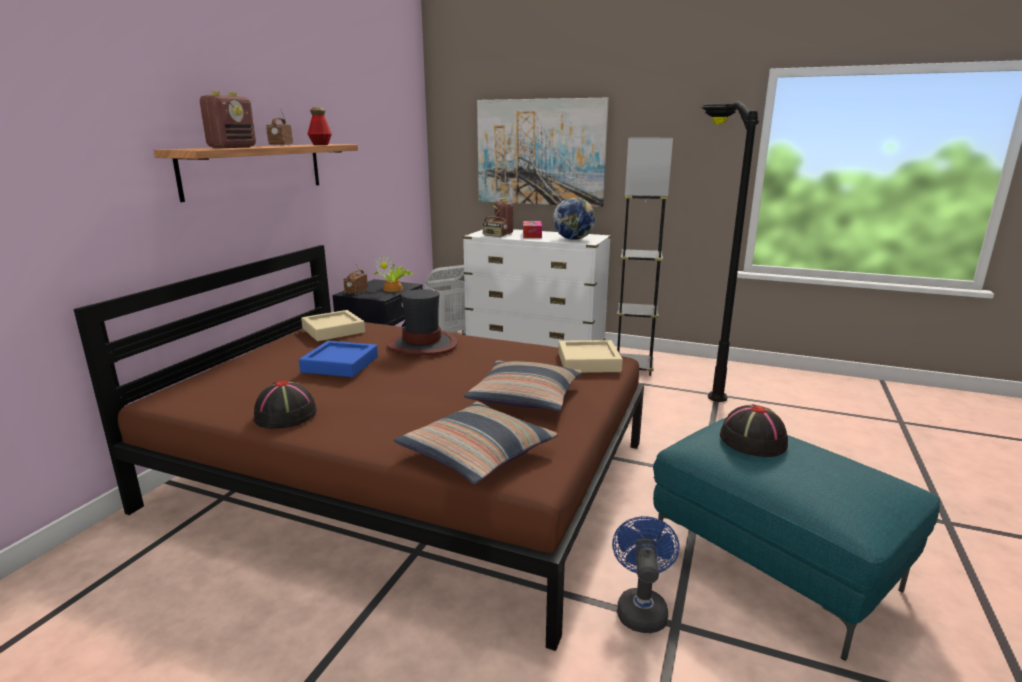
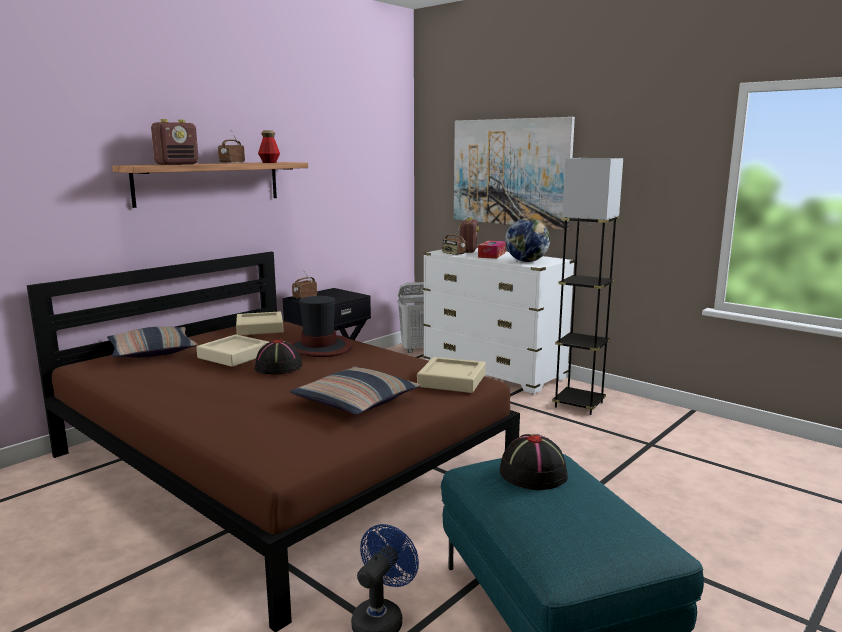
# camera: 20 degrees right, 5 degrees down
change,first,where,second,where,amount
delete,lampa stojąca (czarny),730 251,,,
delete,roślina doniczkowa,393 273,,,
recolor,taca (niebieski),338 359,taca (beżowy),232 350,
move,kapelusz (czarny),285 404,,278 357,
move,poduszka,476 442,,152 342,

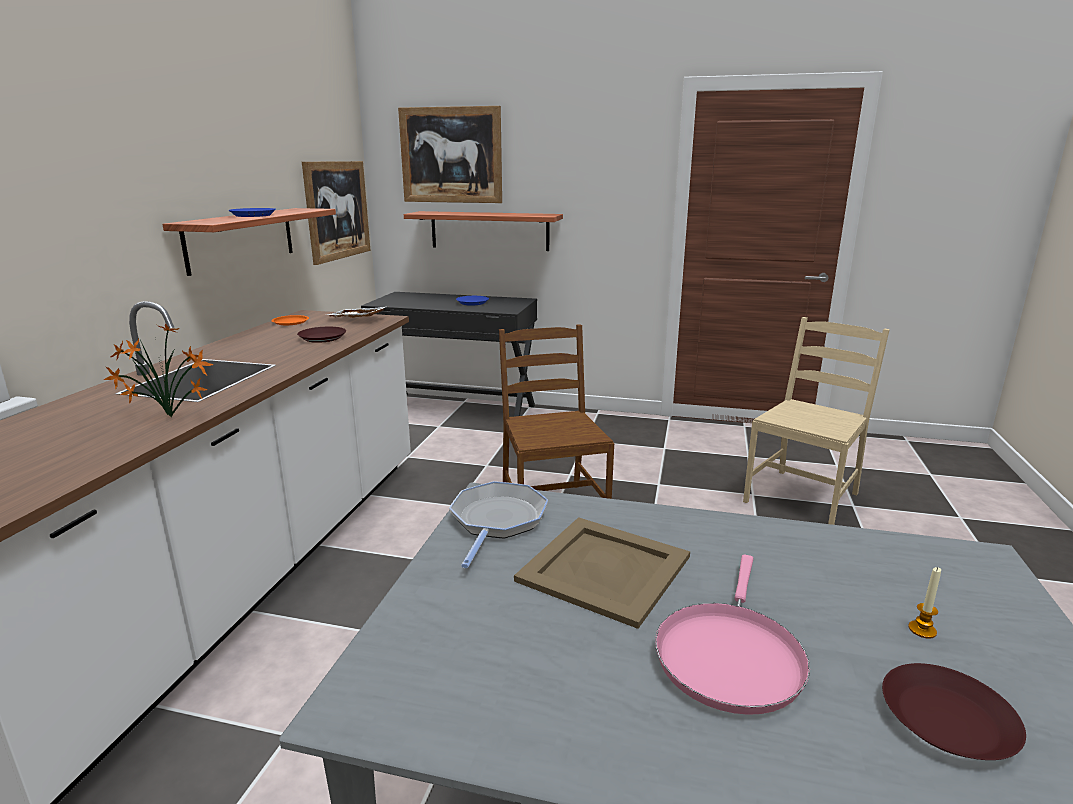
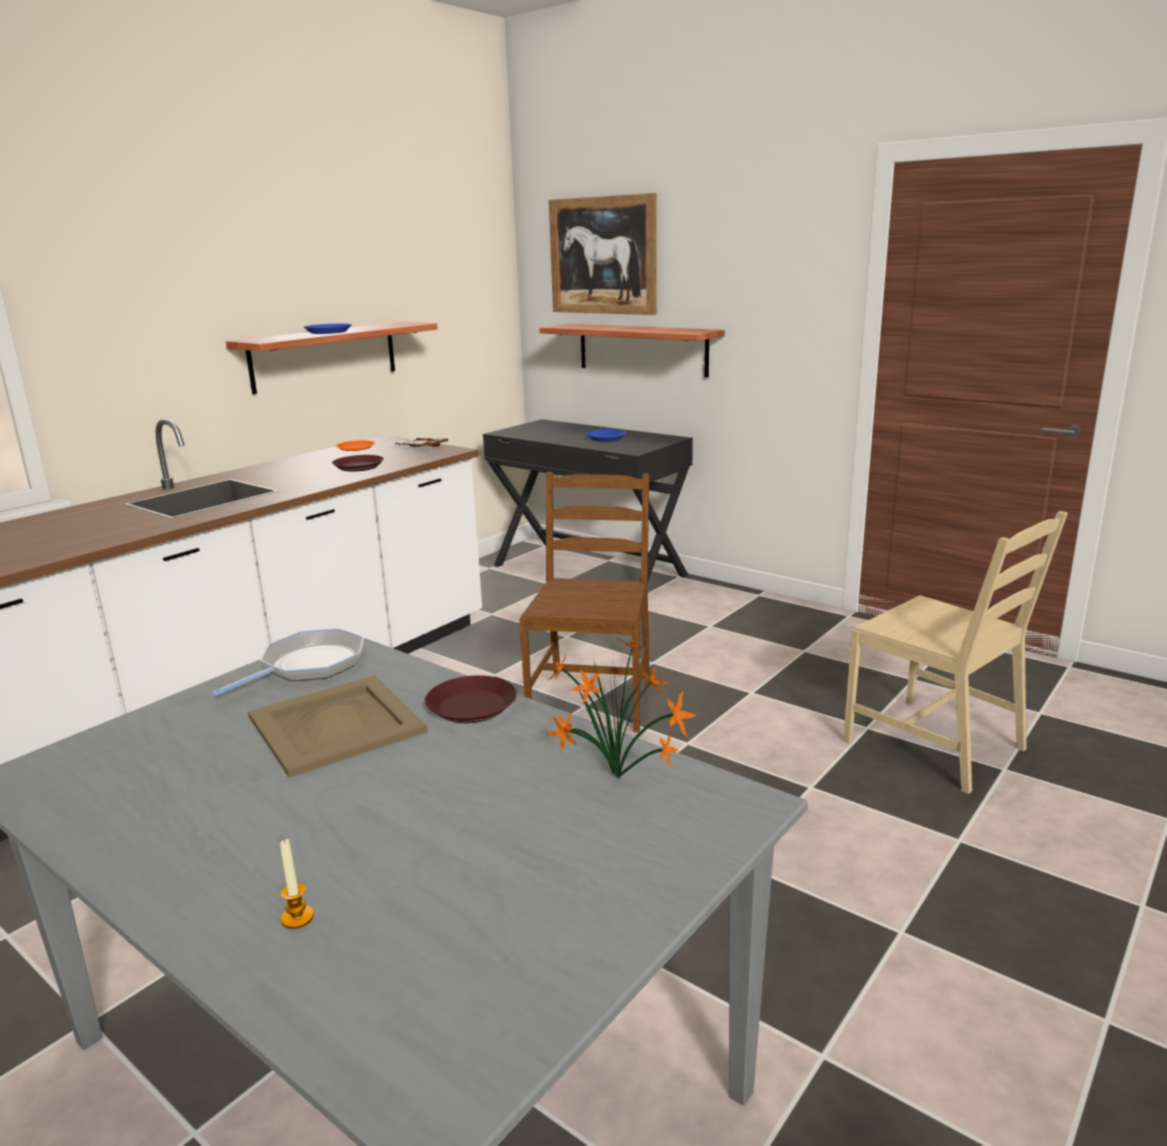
# camera: 25 degrees right, 0 degrees up
change,first,where,second,where,amount
delete,obraz,336 213,,,
rotate,krzesło (beżowy),816 421,,955 652,75 degrees clockwise
move,roślina doniczkowa,159 370,,621 709,
delete,patelnia (różowy),732 635,,,
move,świeca,924 603,,297 884,
move,talerz (brązowy),954 711,,471 699,

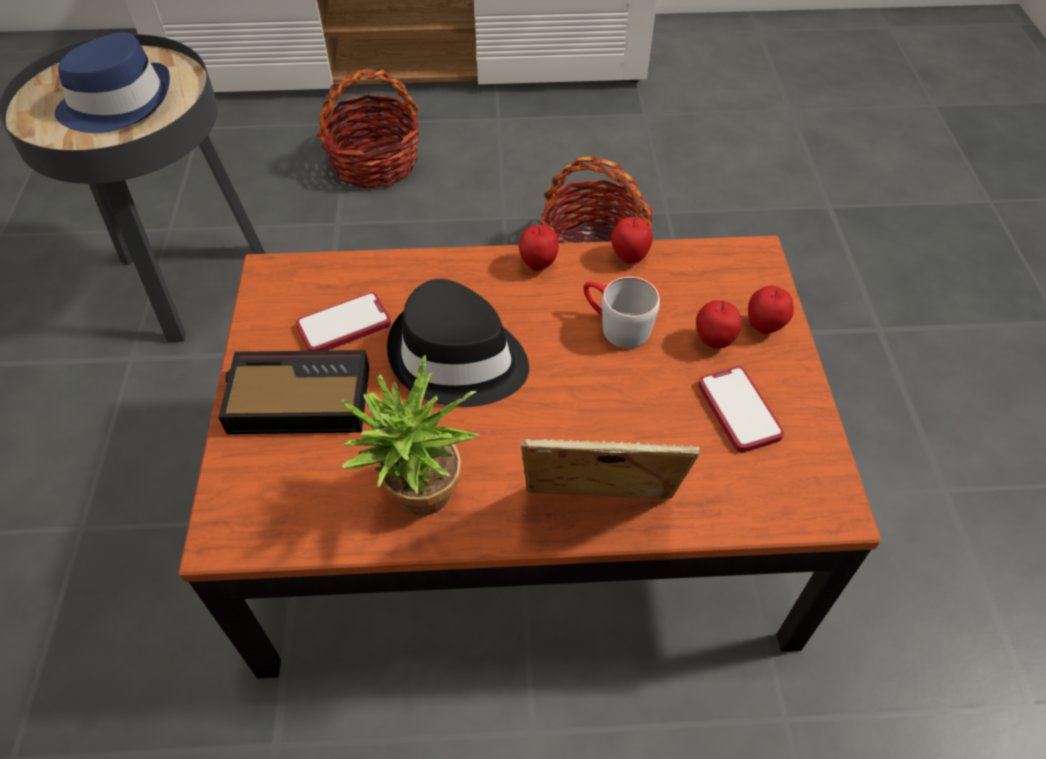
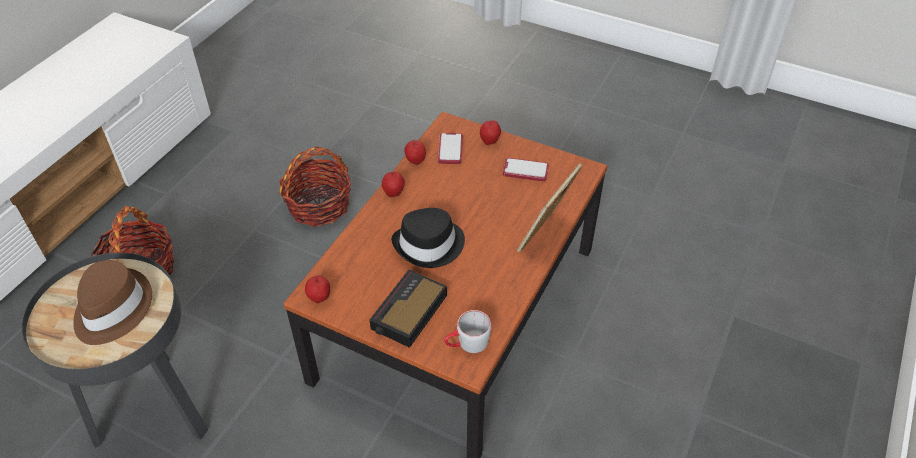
# camera: 60 degrees left, 5 degrees down
change,first,where,second,where,amount
recolor,kapelusz (niebieski),112 82,kapelusz (brązowy),112 302,
move,kubek (szary),621 313,,468 331,
move,telefon,343 321,,450 148,
move,jabłko,719 324,,317 289,
delete,roślina doniczkowa,410 435,,,

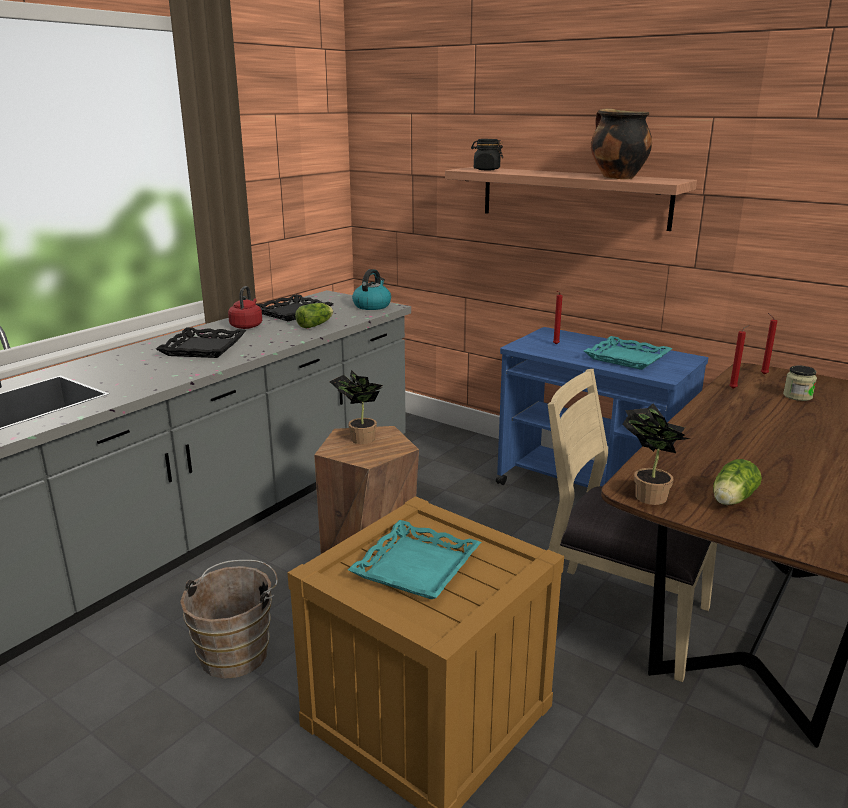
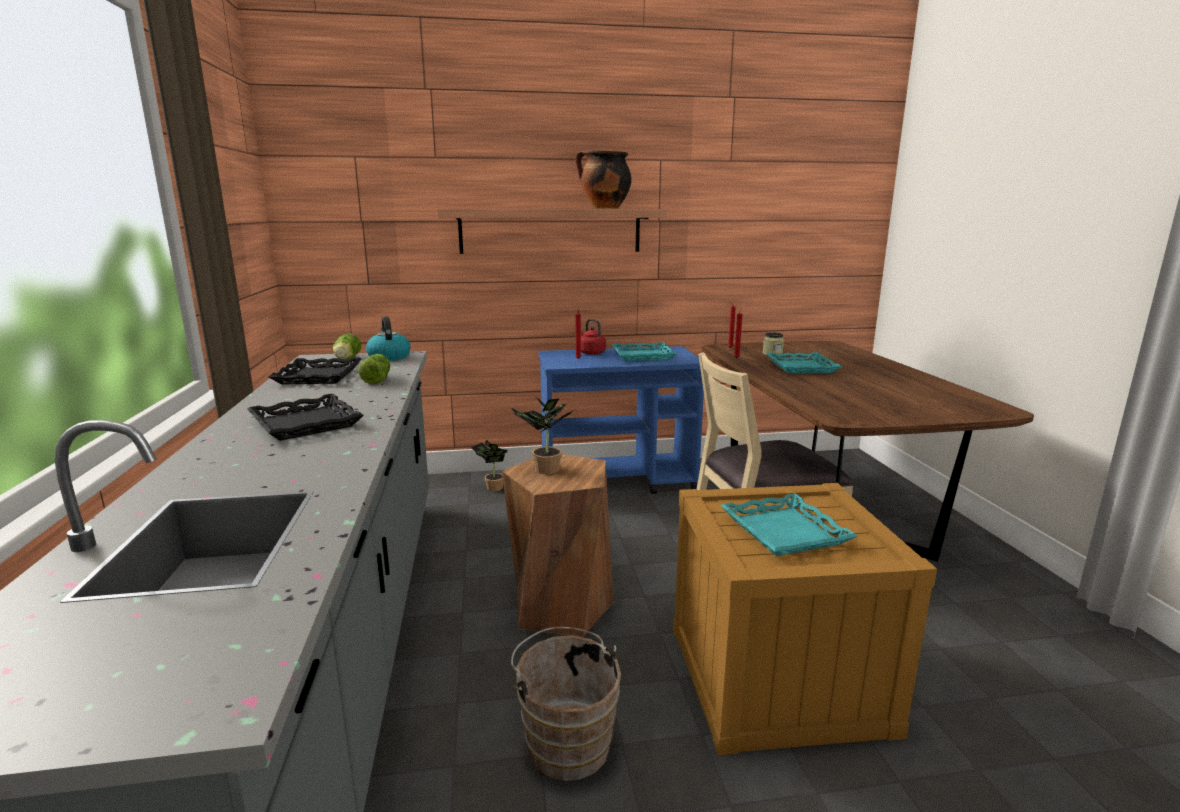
# camera: 45 degrees left, 5 degrees down
change,first,where,second,where,amount
delete,słoik (czarny),487 154,,,
move,czajnik (czerwony),245 307,,593 337,
move,roślina doniczkowa,656 454,,489 466,
move,sałata,737 482,,347 347,
insert,,,taca (turkusowy),804 363,

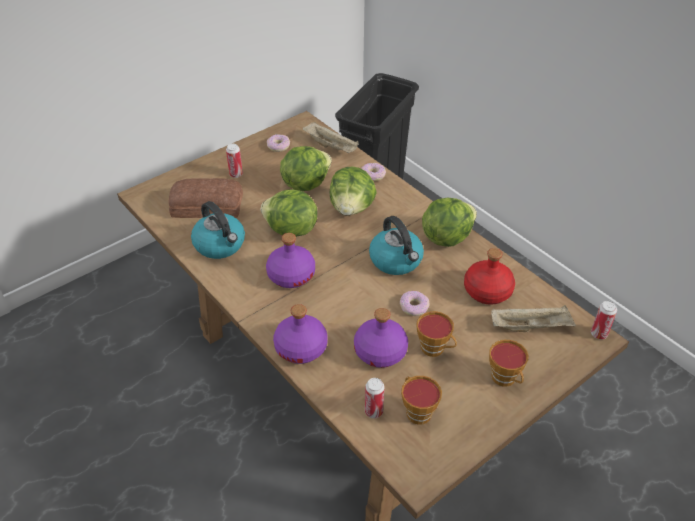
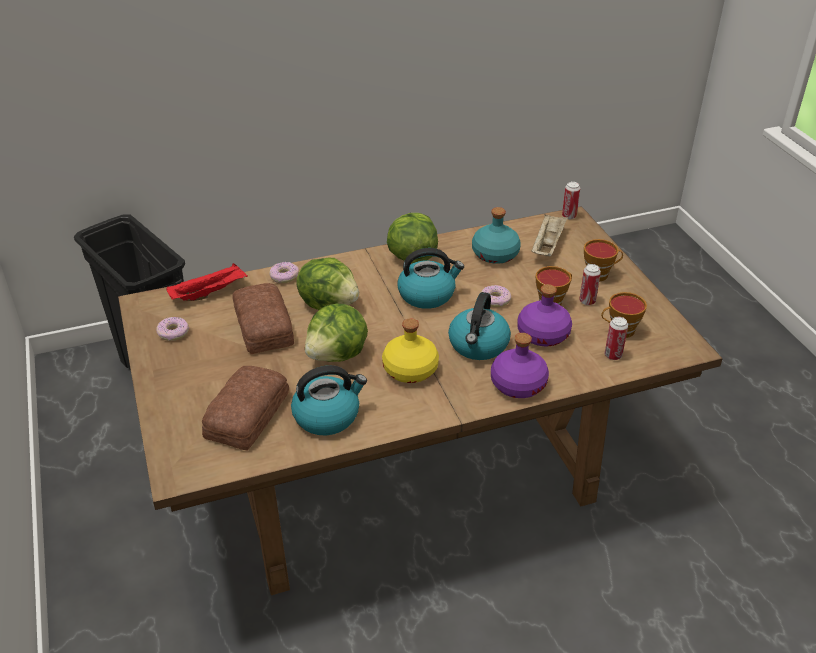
# camera: 70 degrees left, 5 degrees down
change,first,where,second,where,amount
recolor,taca (beżowy),330 137,taca (czerwony),207 282,
move,puszka,234 161,,590 284,
replace,sałata,306 168,chleb,263 318,
recolor,butelka (fioletowy),290 260,butelka (żółty),410 350,
recolor,butelka (czerwony),489 276,butelka (turkusowy),496 235,
insert,,,czajnik,479 326,

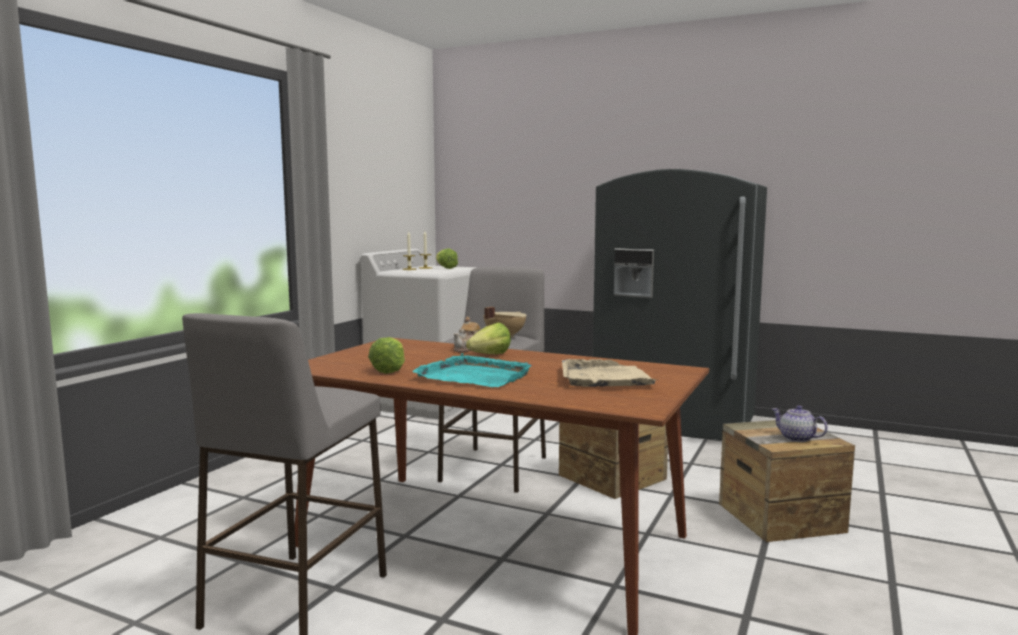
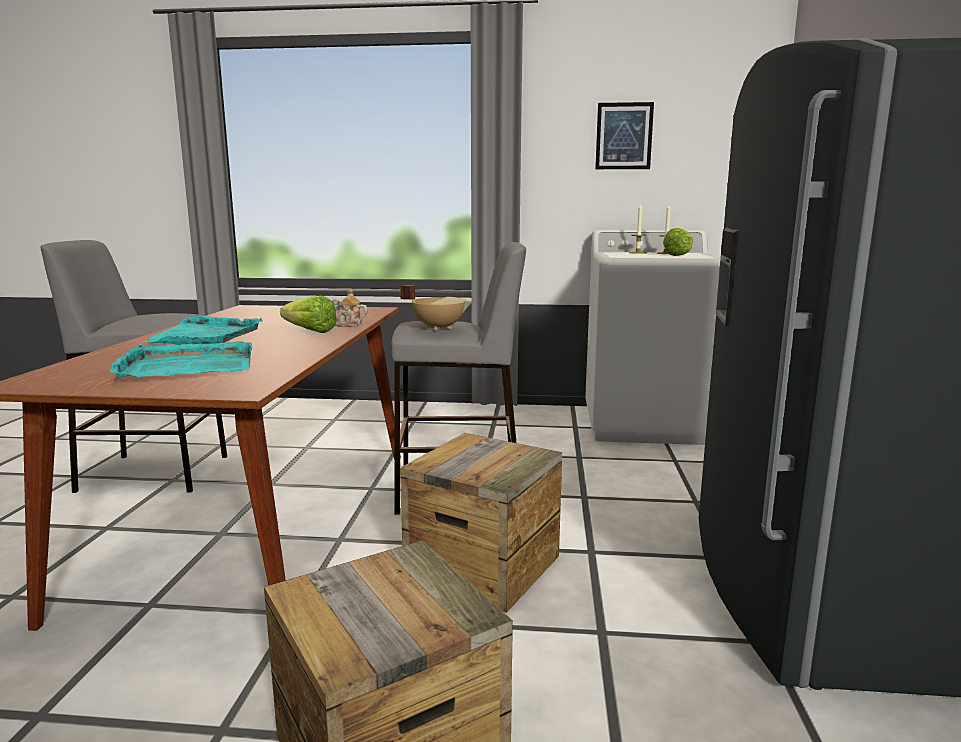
# camera: 70 degrees right, 5 degrees up
change,first,where,second,where,amount
delete,sałata,386 355,,,
recolor,taca (beżowy),609 373,taca (turkusowy),181 359,
delete,imbryk,800 423,,,
insert,,,obraz,624 135,

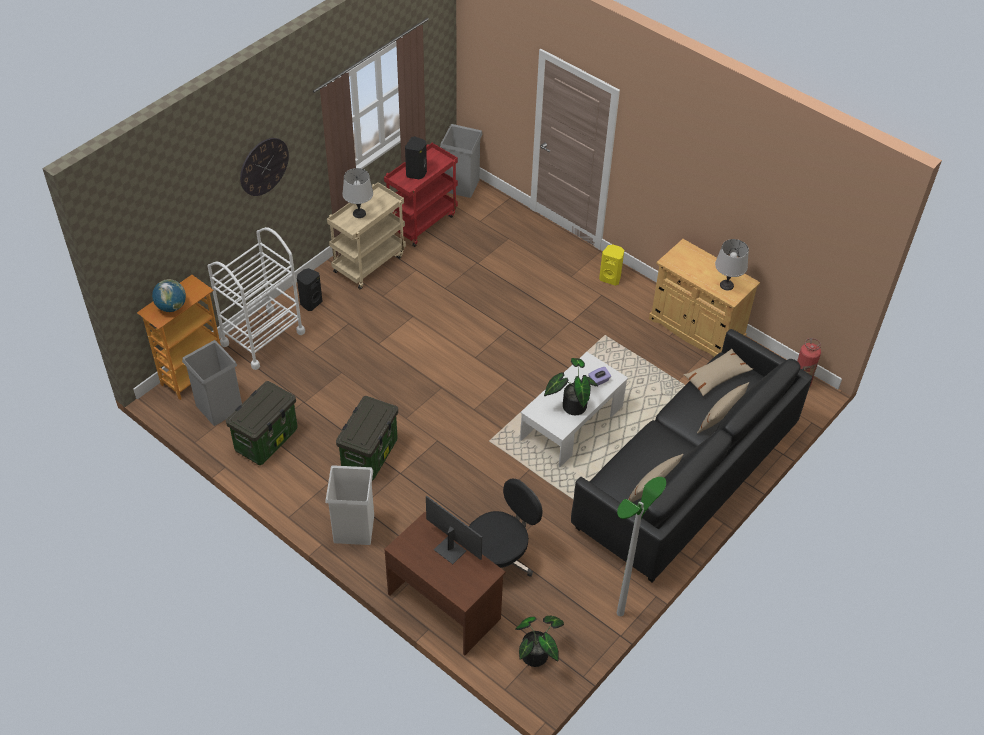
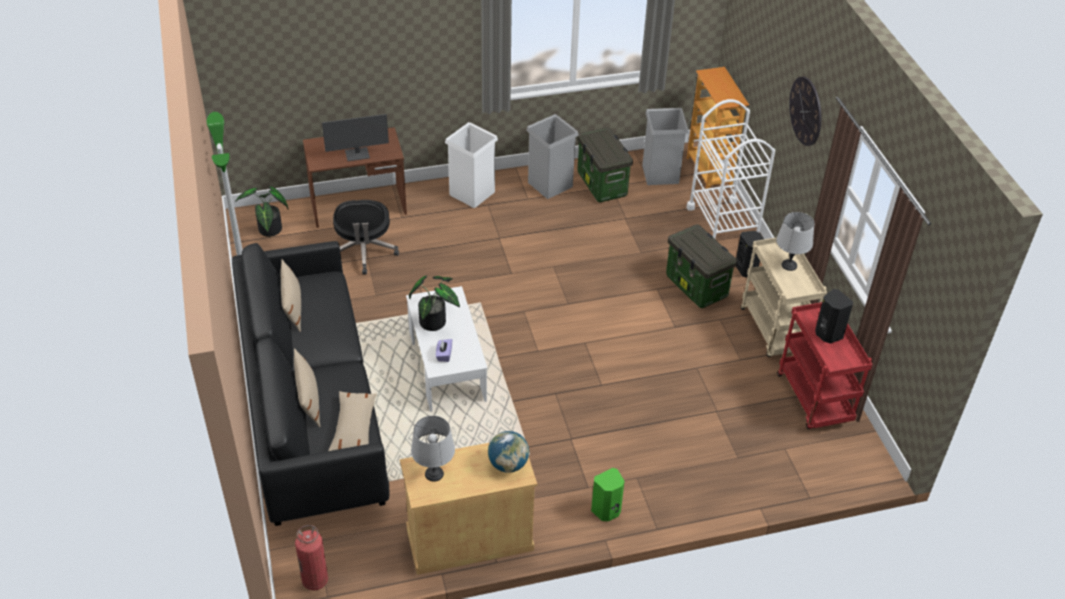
# camera: 125 degrees right, 5 degrees down
change,first,where,second,where,amount
move,kosz na śmieci (szary),461 161,,552 156,
recolor,głośnik (żółty),611 265,głośnik (zielony),607 494,
move,globus,169 295,,508 452,
move,pojemnik do przechowywania,367 438,,701 266,

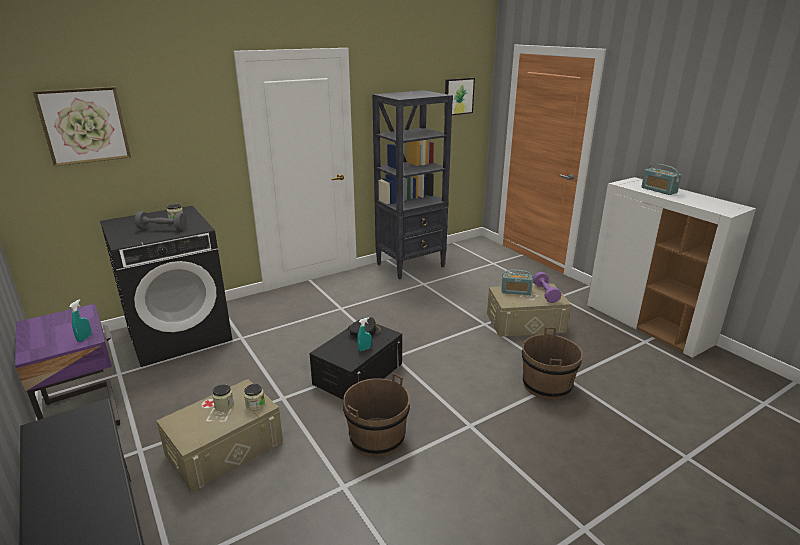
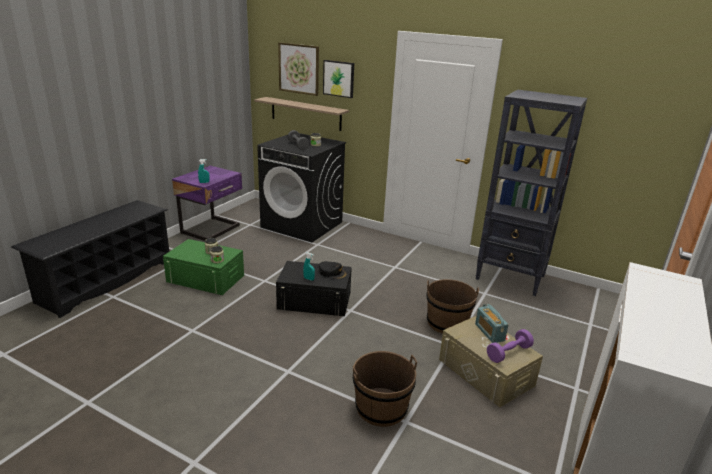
# camera: 60 degrees right, 0 degrees up
change,first,where,second,where,amount
move,obraz,459 96,,338 79,
delete,radio,661 179,,,
move,wiadro (brązowy),376 415,,452 306,
recolor,pojemnik do przechowywania (beżowy),219 436,pojemnik do przechowywania (zielony),203 267,
insert,,,półka,301 114,

